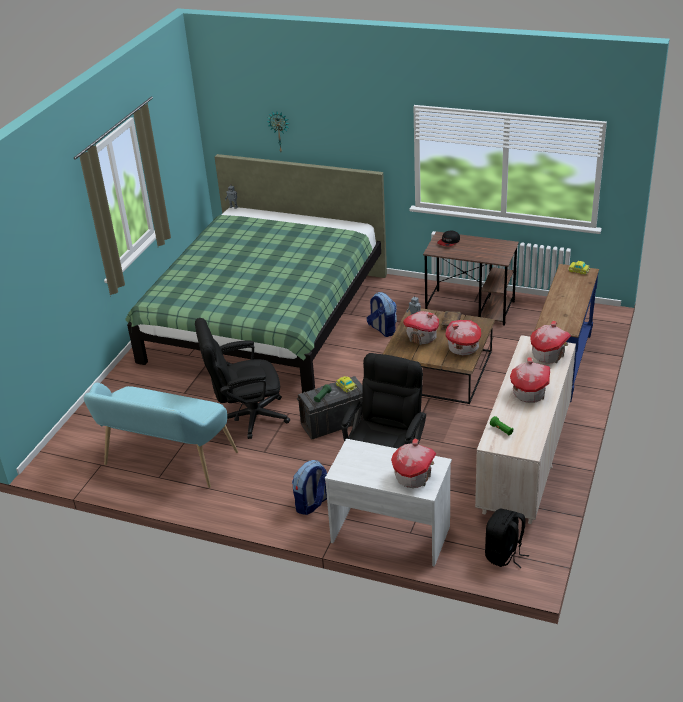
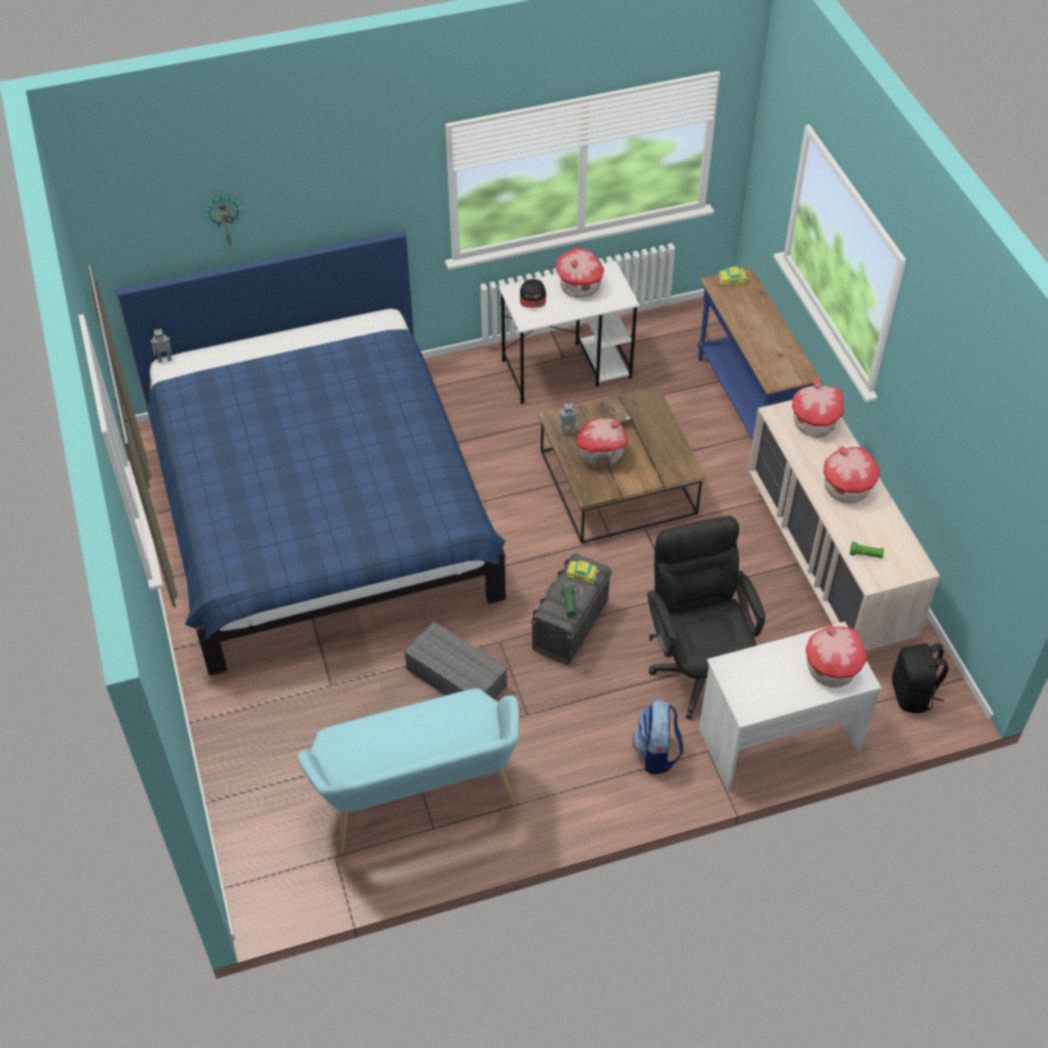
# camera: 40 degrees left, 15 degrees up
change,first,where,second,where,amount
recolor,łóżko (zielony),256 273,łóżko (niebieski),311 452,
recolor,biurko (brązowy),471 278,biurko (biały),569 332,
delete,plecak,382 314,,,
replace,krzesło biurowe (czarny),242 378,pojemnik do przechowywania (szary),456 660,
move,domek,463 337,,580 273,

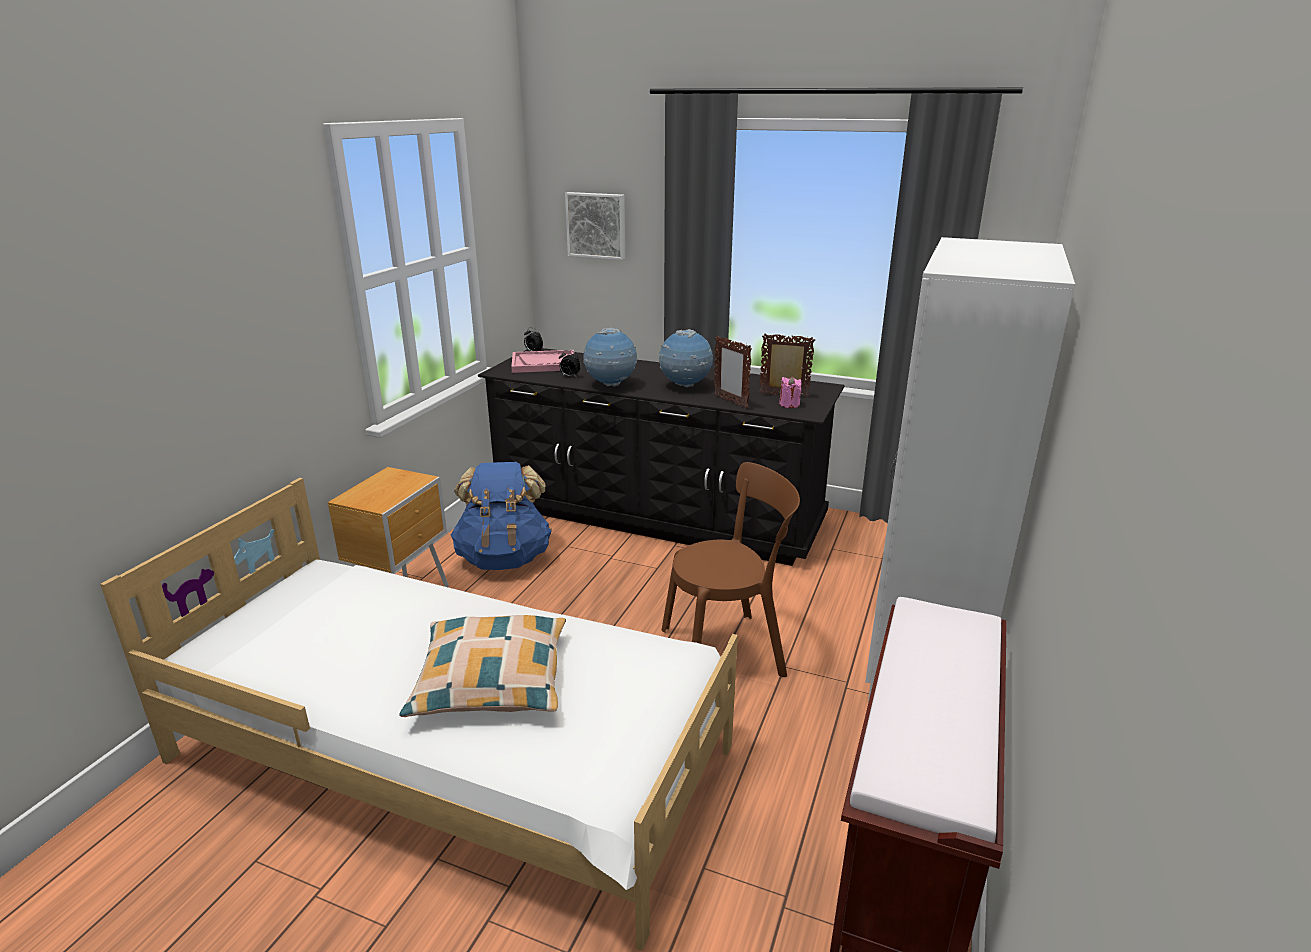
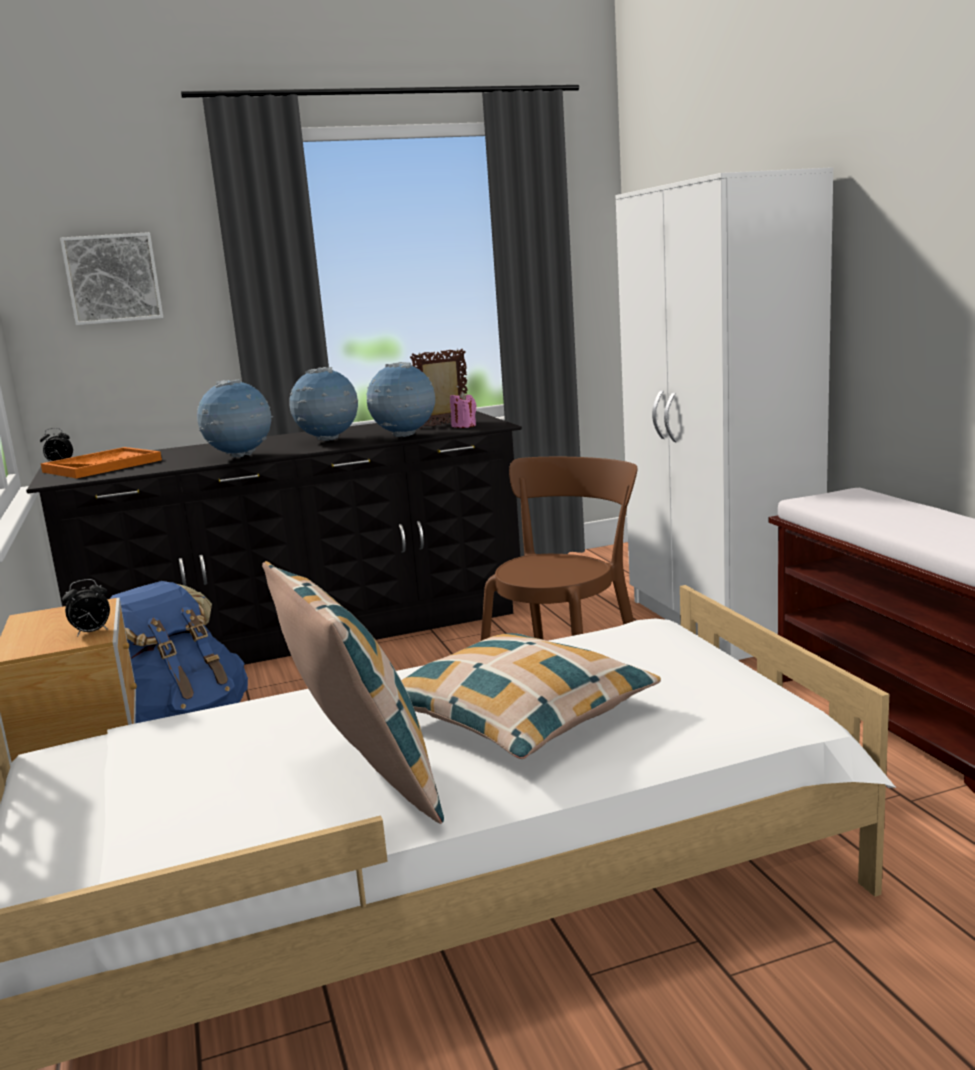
# camera: 40 degrees left, 10 degrees down
change,first,where,second,where,amount
replace,ramka na zdjęcie,733 372,globus,401 399,
recolor,taca (różowy),542 361,taca (pomarańczowy),101 463,
move,budzik,570 363,,86 608,
insert,,,poduszka,353 692,

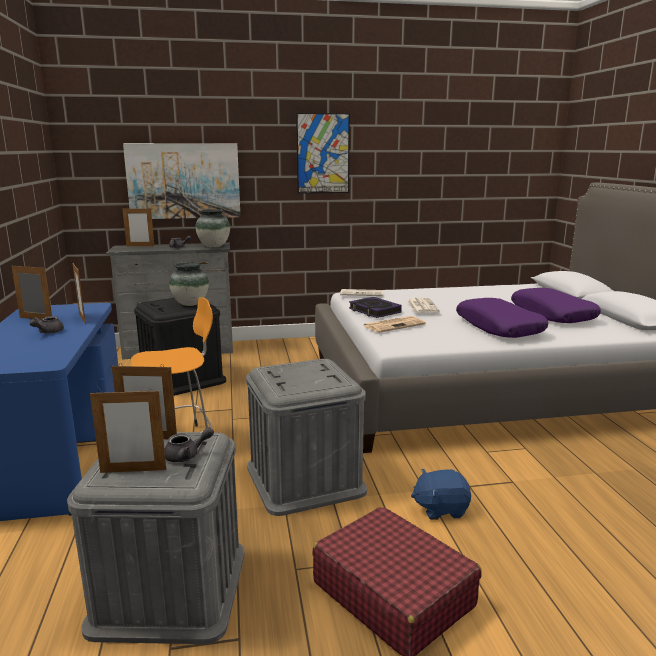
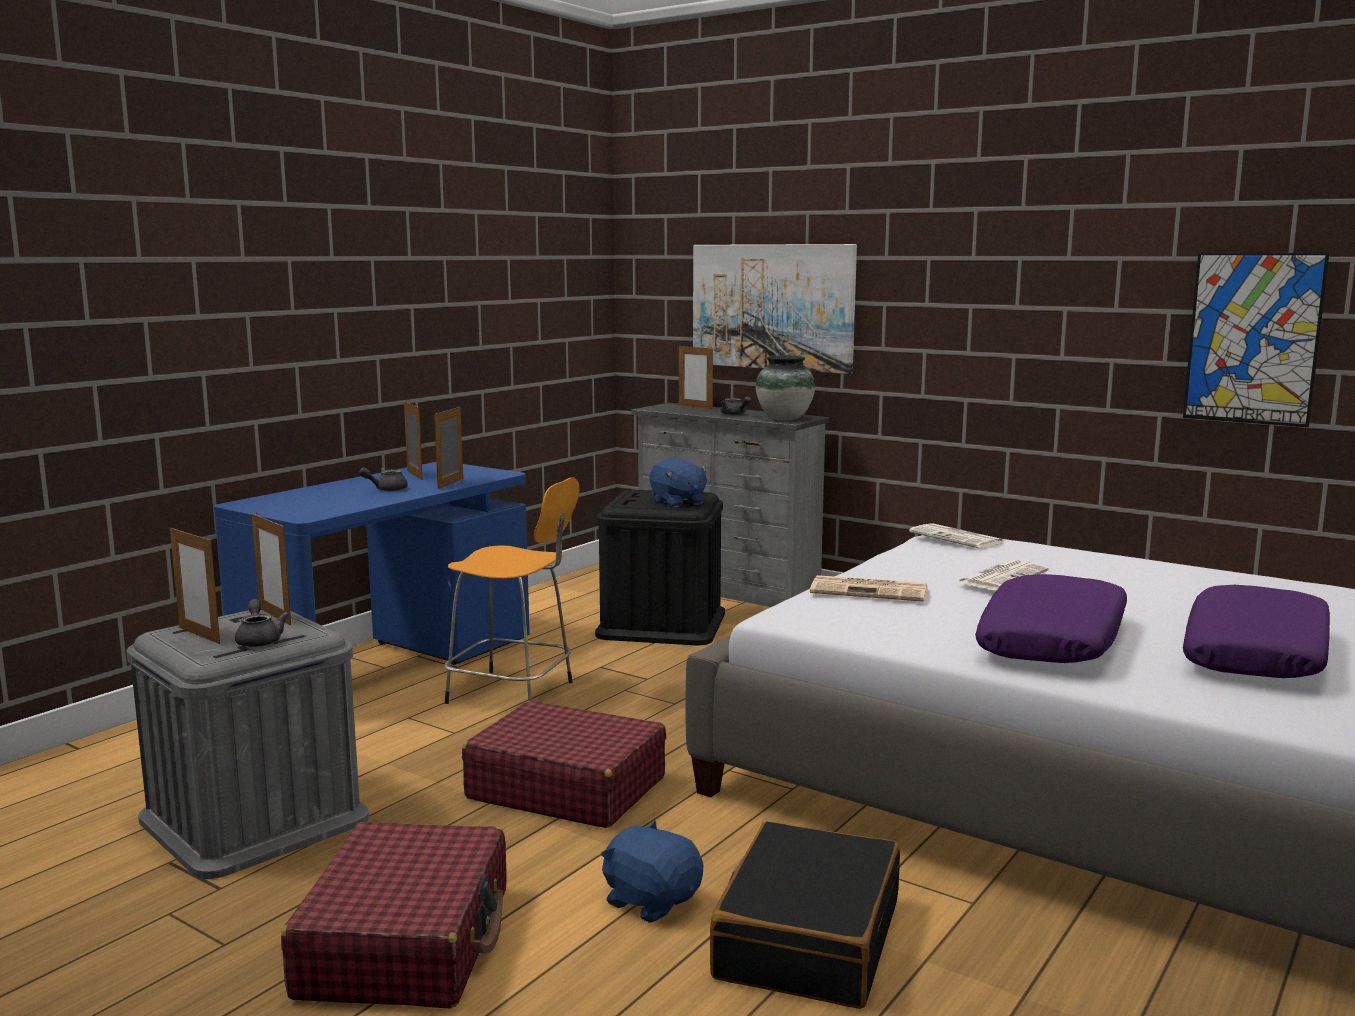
# camera: 45 degrees right, 5 degrees down
change,first,where,second,where,amount
move,obraz,323 153,,1256 340,
replace,wazon,189 284,pluszak (niebieski),678 483,
delete,książka,375 307,,,
replace,pojemnik do przechowywania (szary),306 437,walizka (czerwony),564 764,
rotate,imbryk (szary),189 444,,262 623,135 degrees counterclockwise
insert,,,walizka (czarny),805 915,

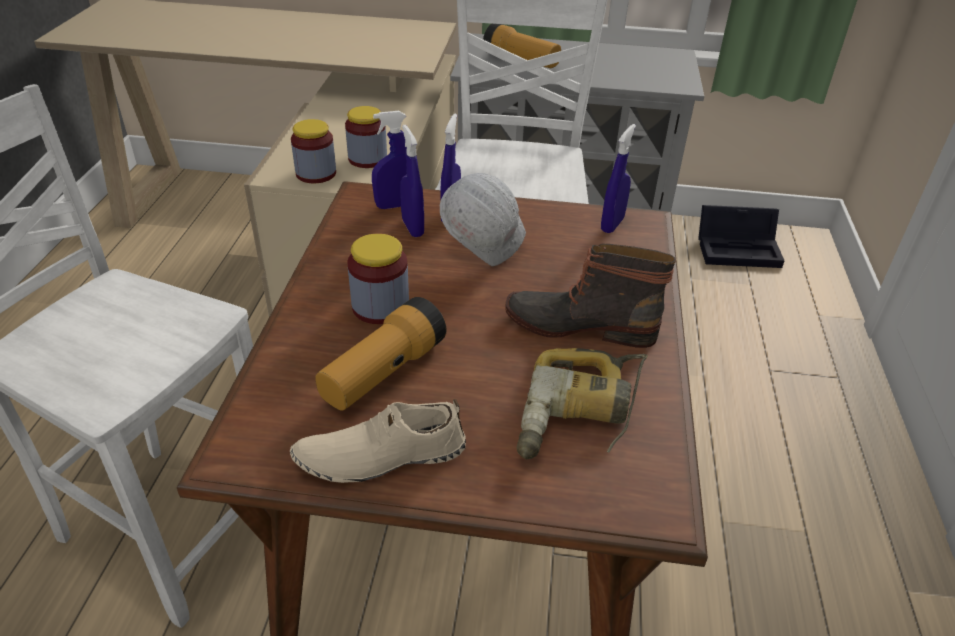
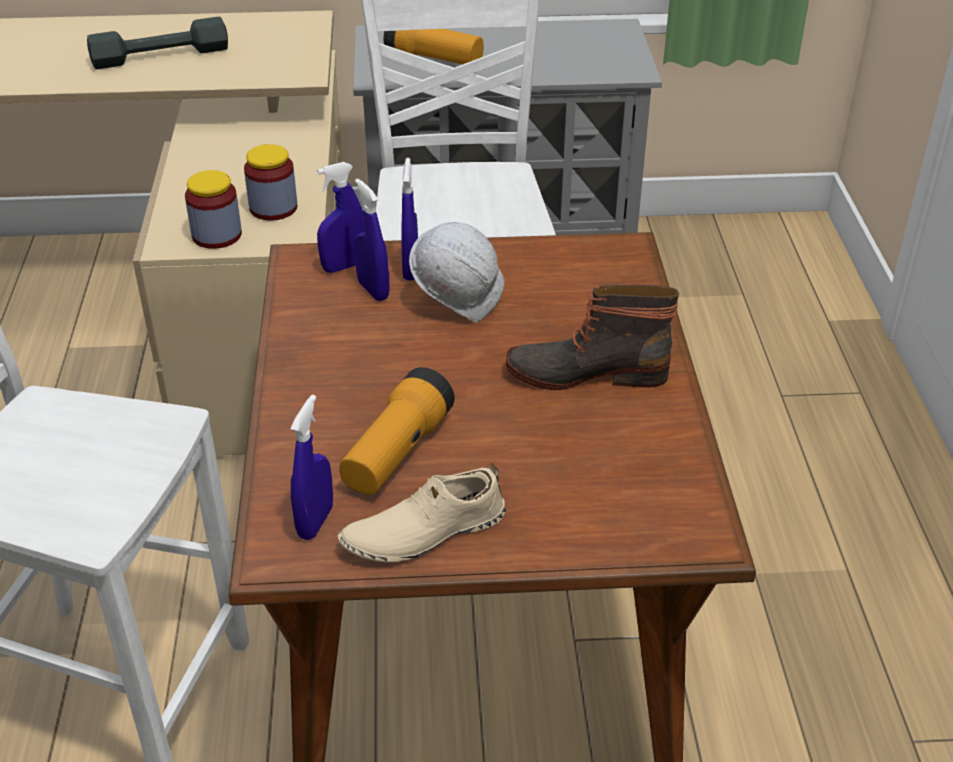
# camera: 10 degrees left, 0 degrees up
change,first,where,second,where,amount
move,spryskiwacz (niebieski),618 178,,311 467,
delete,pojemnik do przechowywania (czarny),741 236,,,
delete,słoik,378 278,,,
delete,wiertarka,582 403,,,
insert,,,hantel (szary),157 43,

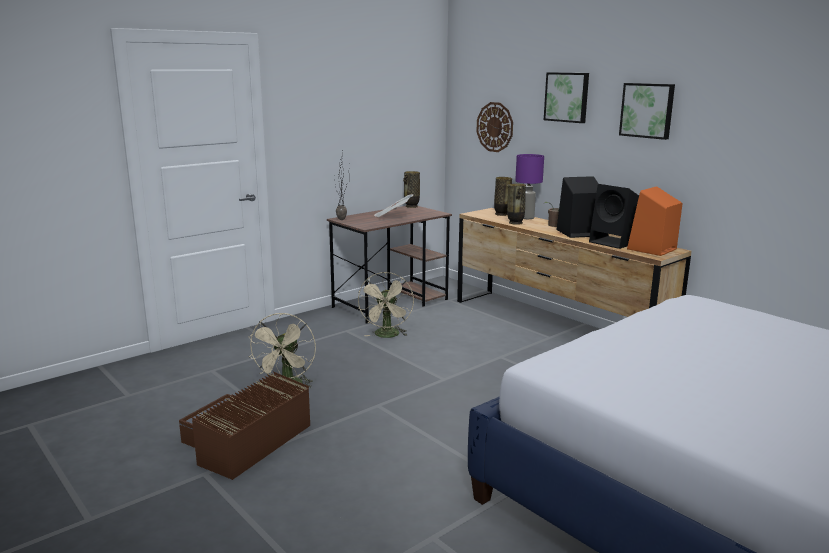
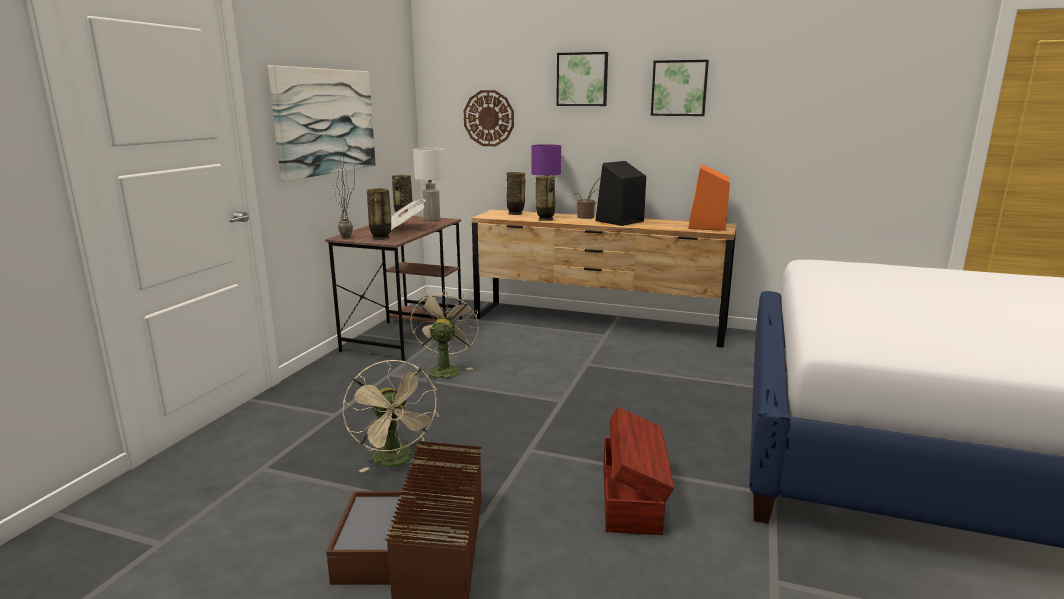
# camera: 30 degrees left, 0 degrees up
change,first,where,second,where,amount
delete,głośnik (czarny),614 216,,,
rotate,wentylator (beżowy),386 305,,445 336,150 degrees counterclockwise
insert,,,obraz,322 123,
insert,,,lampa stołowa (biały),429 184,
insert,,,wazon,379 214,
insert,,,pojemnik do przechowywania (brązowy),639 471,

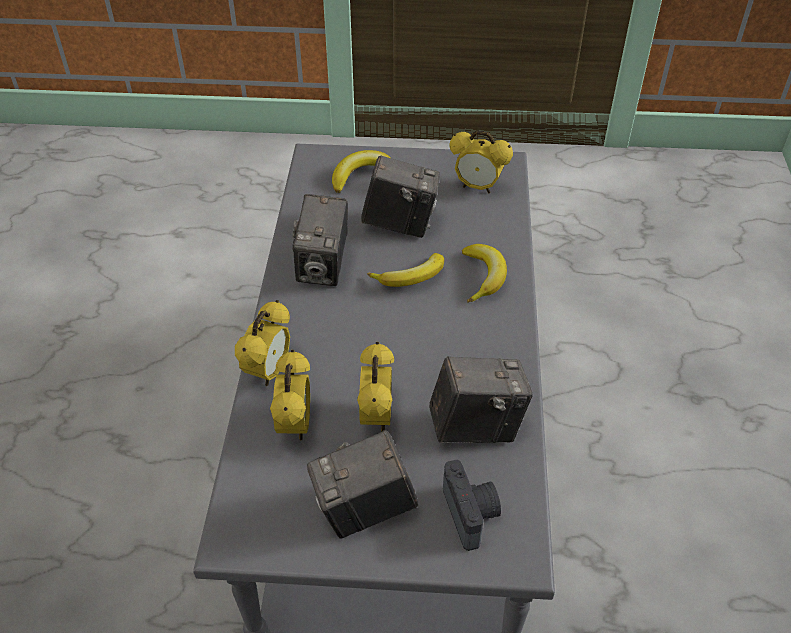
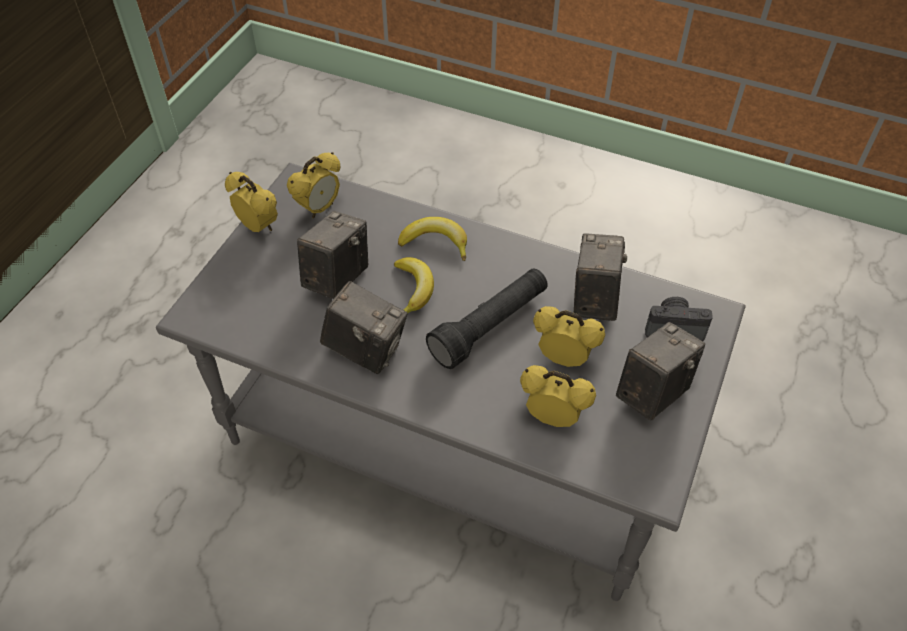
# camera: 70 degrees left, 5 degrees up
change,first,where,second,where,amount
delete,banan,361 171,,,
move,budzik,262 343,,251 202,
rotate,aparat fotograficzny,362 484,,660 371,135 degrees counterclockwise
insert,,,latarka (czarny),487 318,

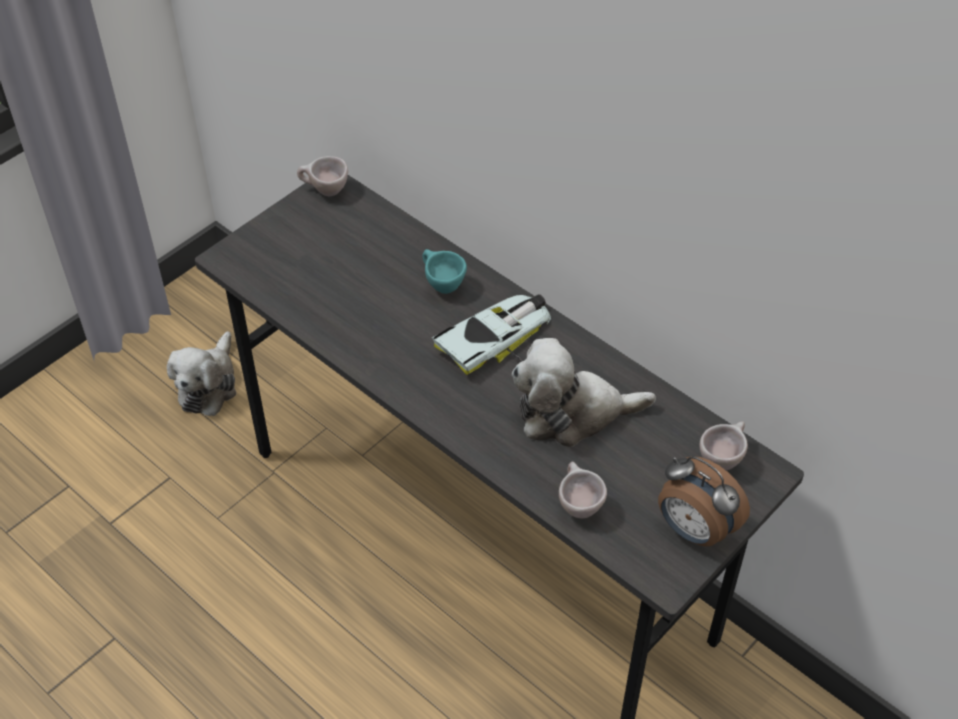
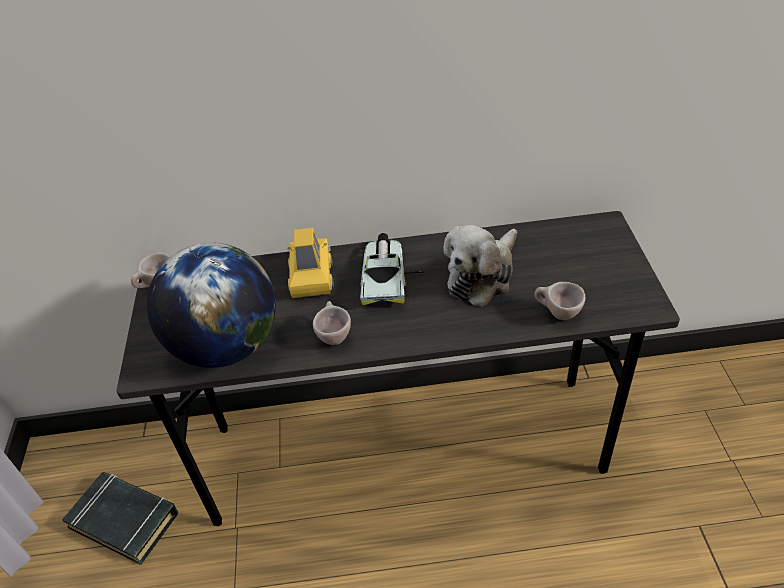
# camera: 45 degrees left, 5 degrees down
change,first,where,second,where,amount
replace,filiżanka (turkusowy),444 271,samochodzik (żółty),310 263,
replace,pluszak,201 373,książka (czarny),120 518,
move,filiżanka (beżowy),723 446,,332 323,
delete,budzik,704 501,,,
insert,,,globus,211 305,

